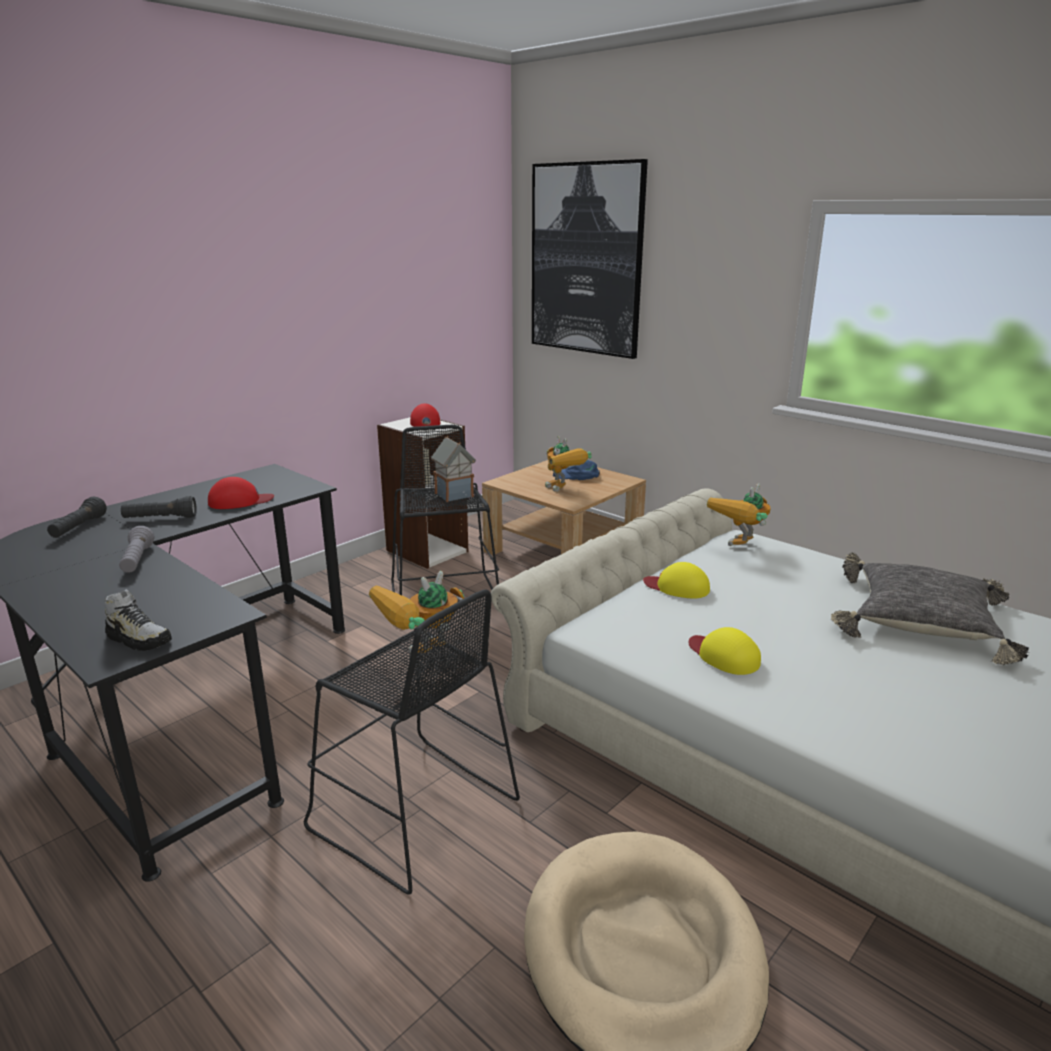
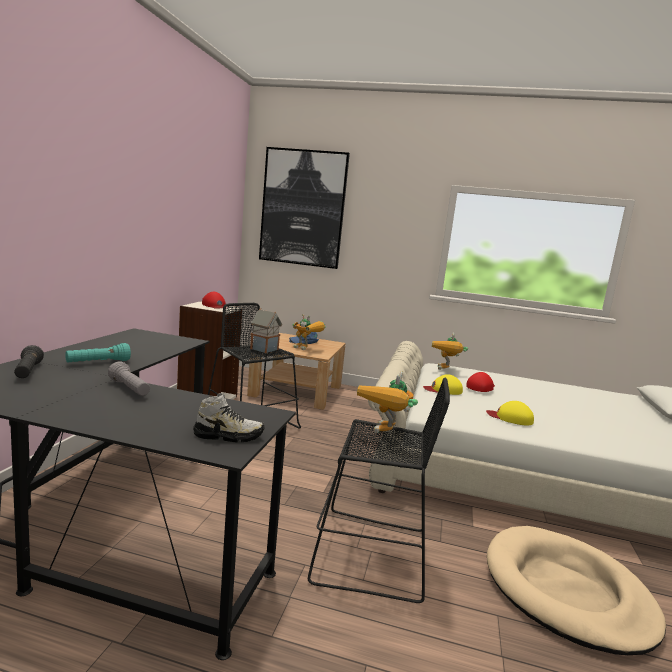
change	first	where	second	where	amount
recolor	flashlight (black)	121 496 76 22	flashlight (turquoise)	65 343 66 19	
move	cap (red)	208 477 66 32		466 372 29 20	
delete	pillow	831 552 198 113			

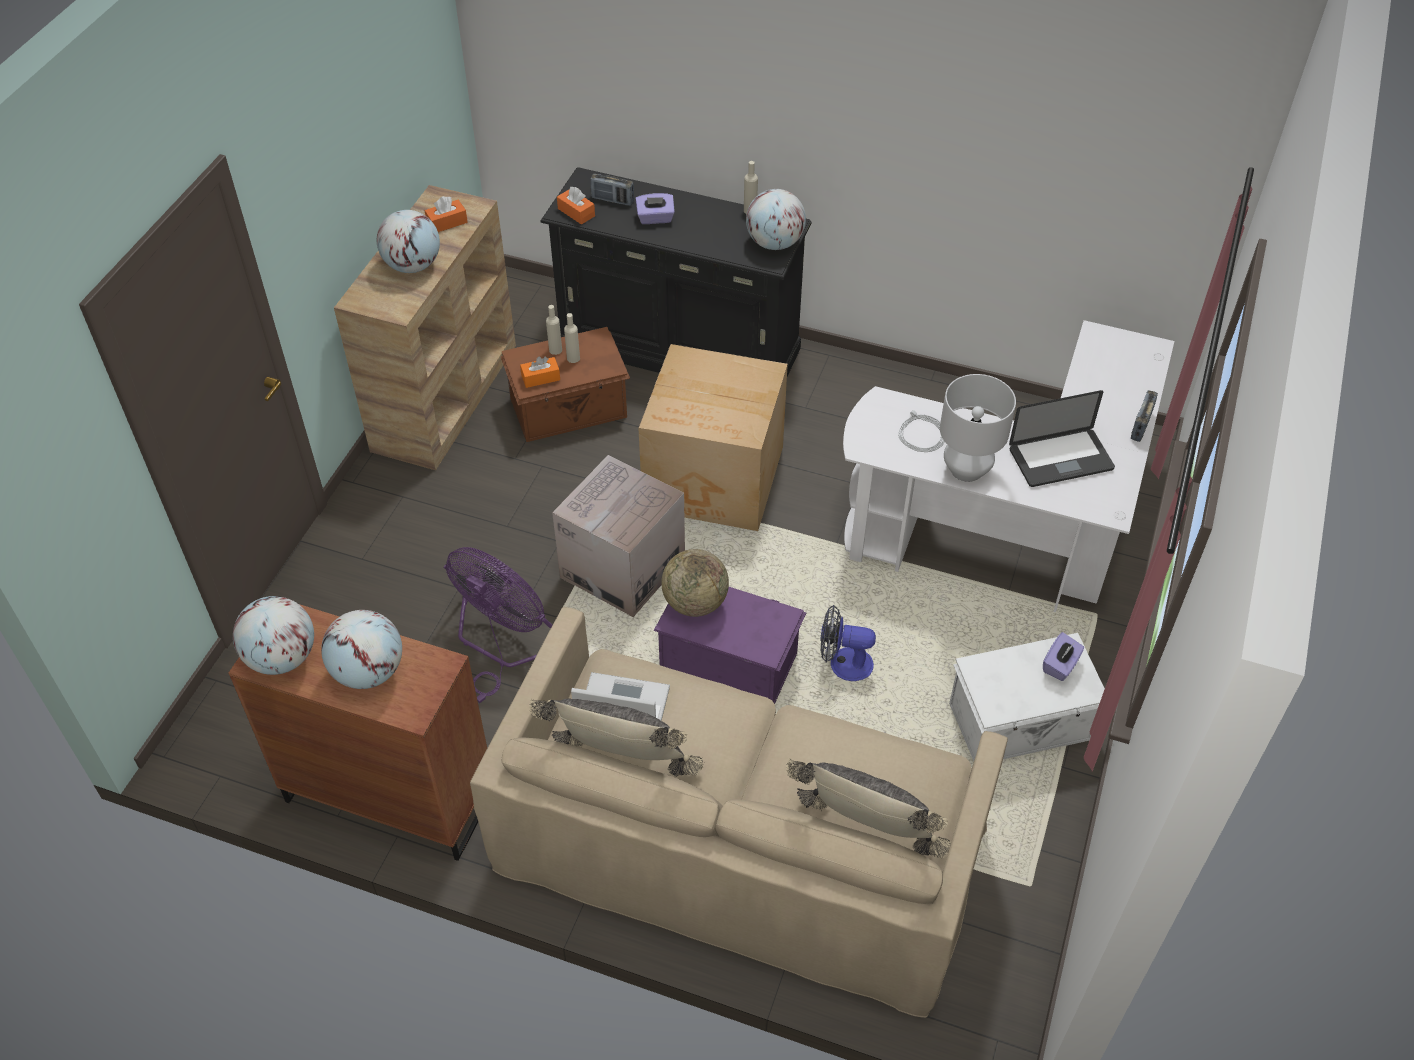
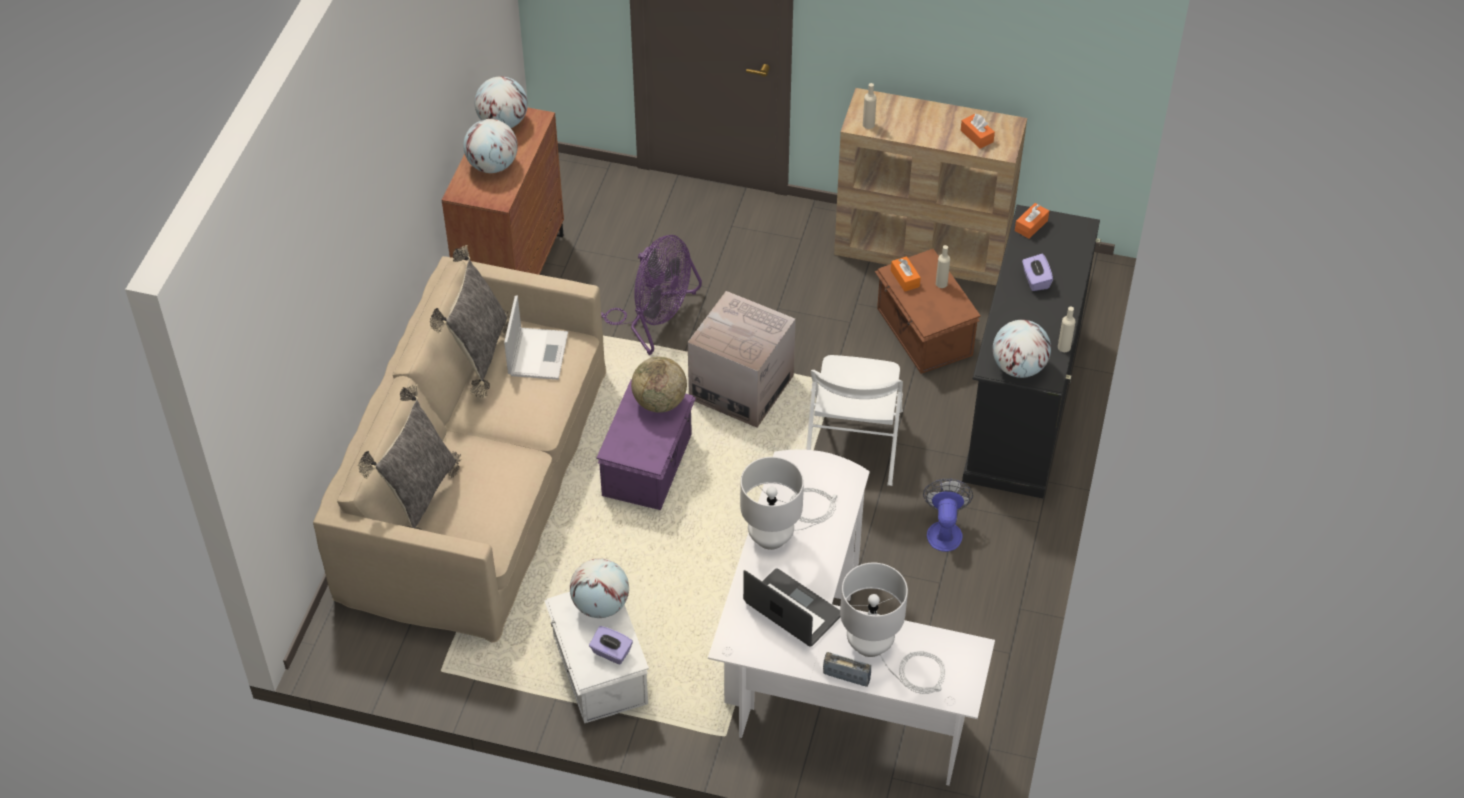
change	first	where	second	where	amount
move	globe	377 210 63 63		570 558 59 60	
move	bottle (beige)	564 313 16 50		863 83 14 46	
delete	radio	590 174 44 32			
replace	cardboard box	638 344 150 187	chair (white)	806 355 97 131	
move	fan	820 605 56 76		923 478 50 74	
rotate	laptop	1009 390 106 97		743 568 97 79	150 degrees clockwise
insert			table lamp (grey)	840 563 105 131	

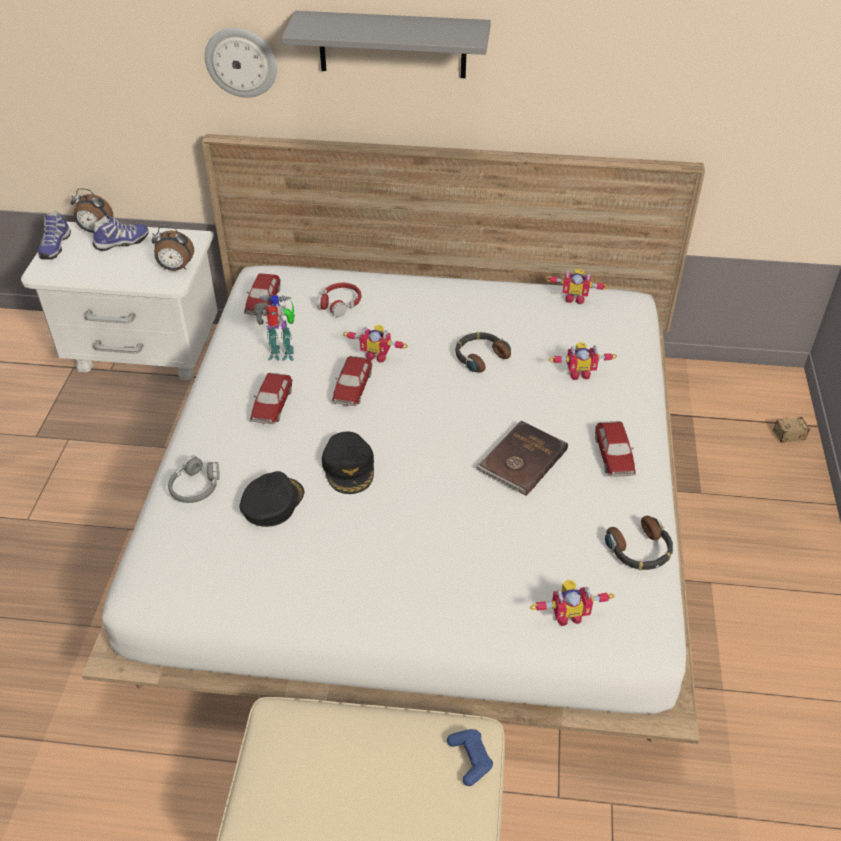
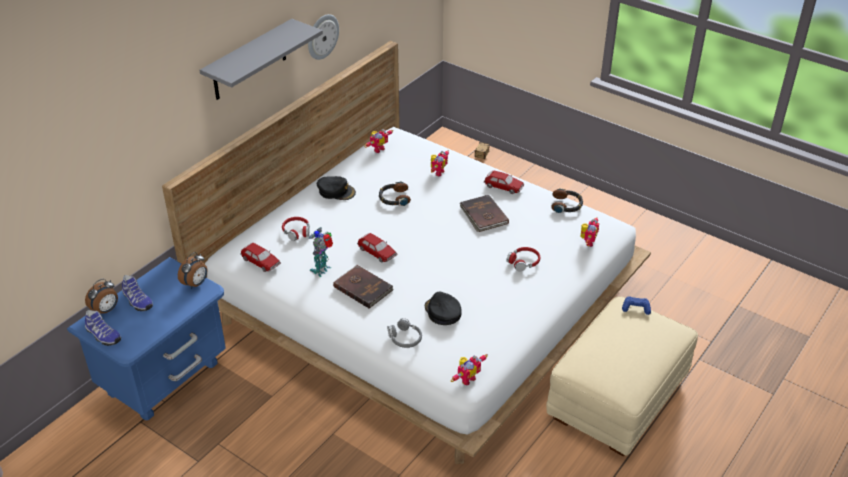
change	first	where	second	where	amount
recolor	nightstand (white)	21 222 197 158	nightstand (blue)	67 257 159 163	
rotate	shoe	93 215 56 36		122 275 31 36	135 degrees clockwise
move	wall clock	205 28 72 70		308 14 31 46	
replace	toy car	250 373 43 51	book (brown)	333 265 61 44	
move	cap (black)	322 432 52 62		317 176 39 24	
move	toy robot	343 325 65 38		451 354 37 32	
insert			headphones (red)	507 247 33 25	

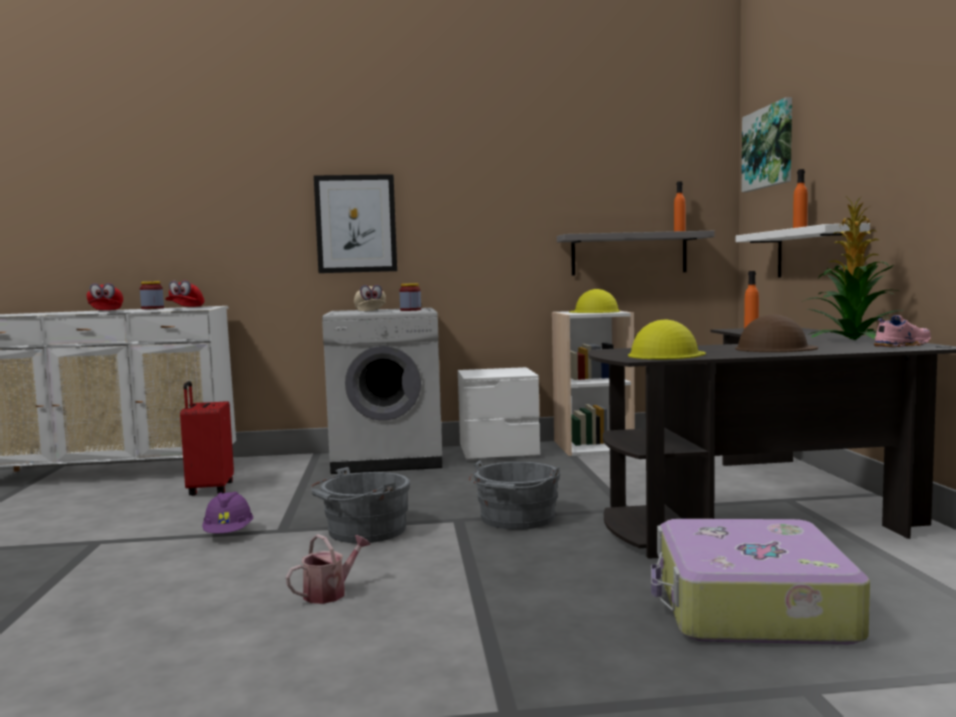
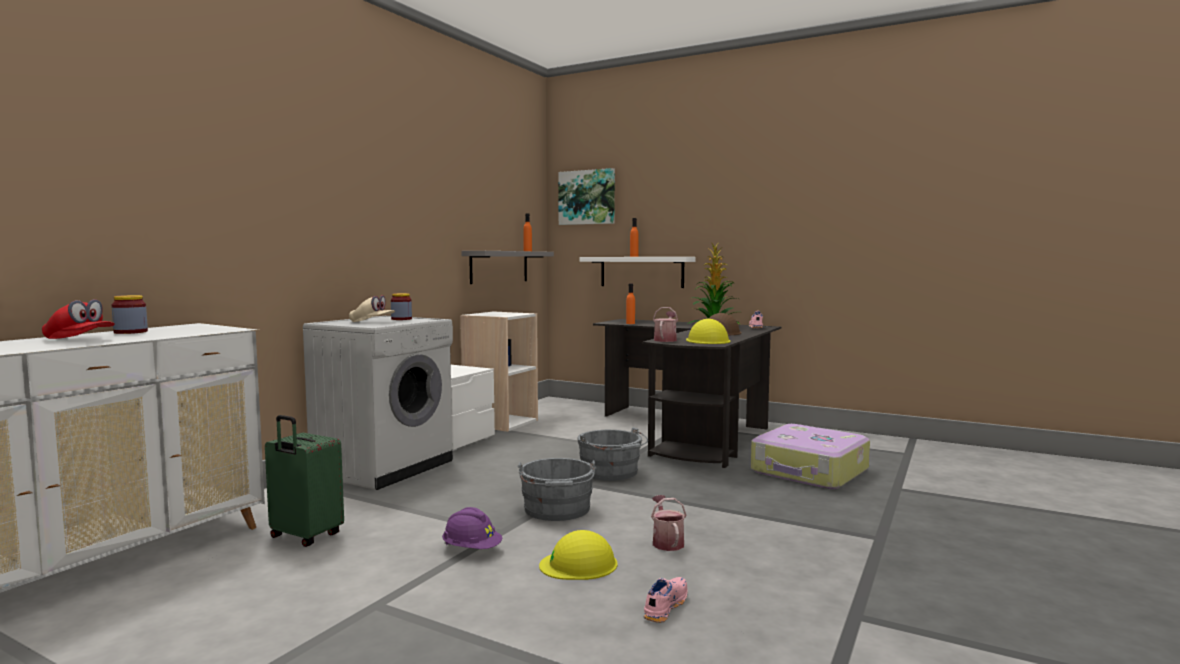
change	first	where	second	where	amount
delete	cap (red)	165 280 39 27			
recolor	suitcase (red)	180 381 54 115	suitcase (green)	265 415 79 132	
delete	picture	314 174 83 99			
move	hard hat (yellow)	569 289 51 24		539 530 79 50	
insert			shoe (pink)	643 577 45 46	
insert			watering can	653 307 25 35	

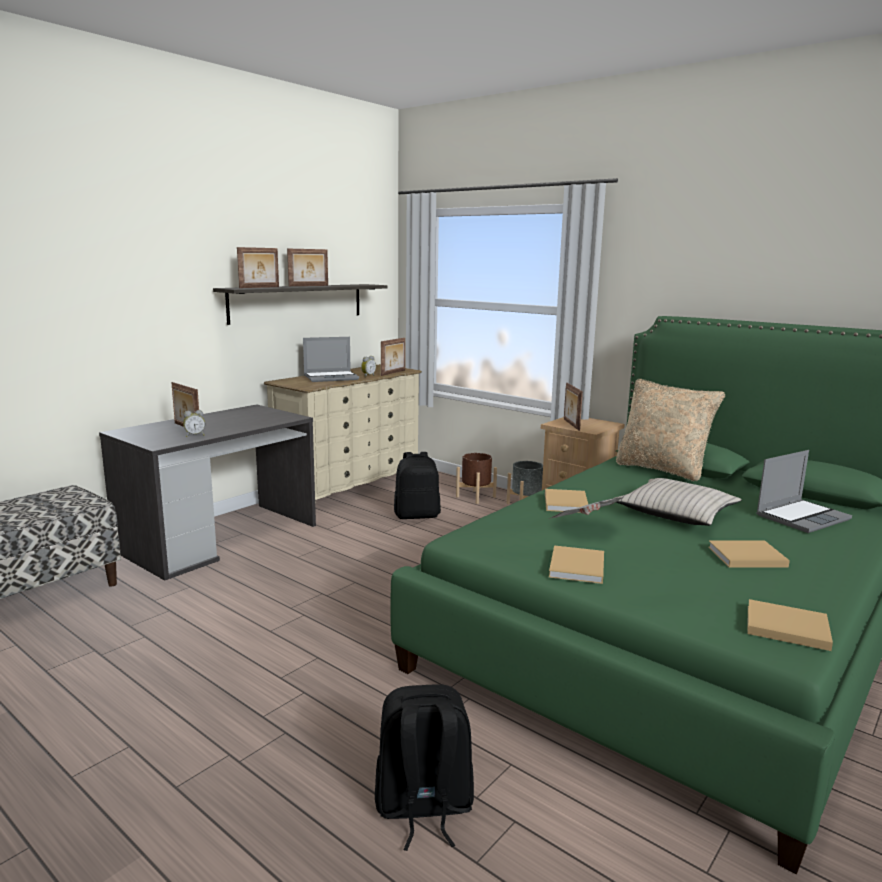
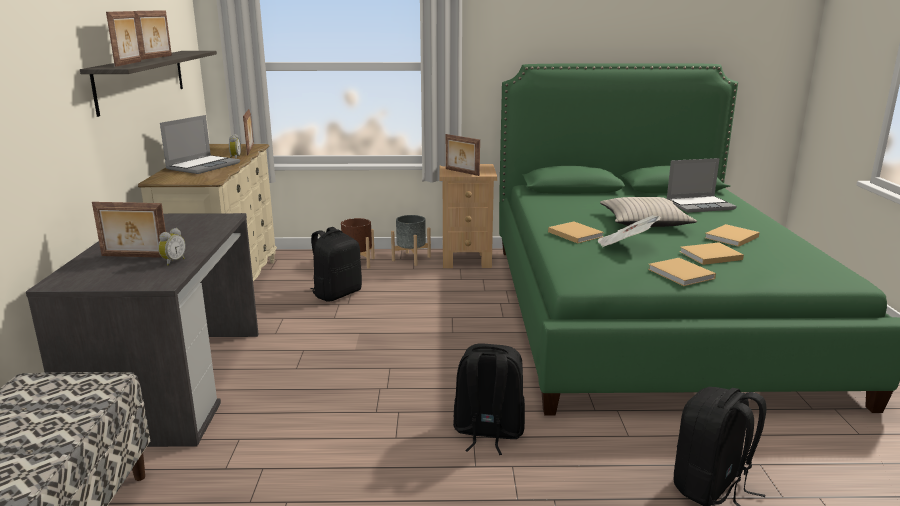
change	first	where	second	where	amount
delete	pillow (beige)	616 379 109 103			
move	book (beige)	747 599 86 52		680 242 64 23	
rotate	laptop	756 450 96 83		667 158 70 55	60 degrees clockwise
insert			backpack (black)	453 344 72 111	

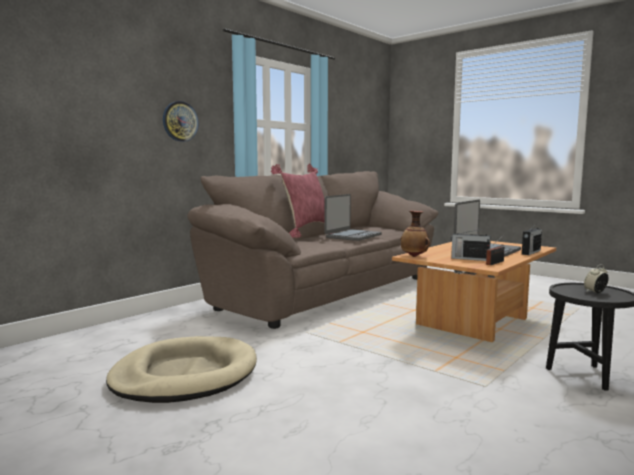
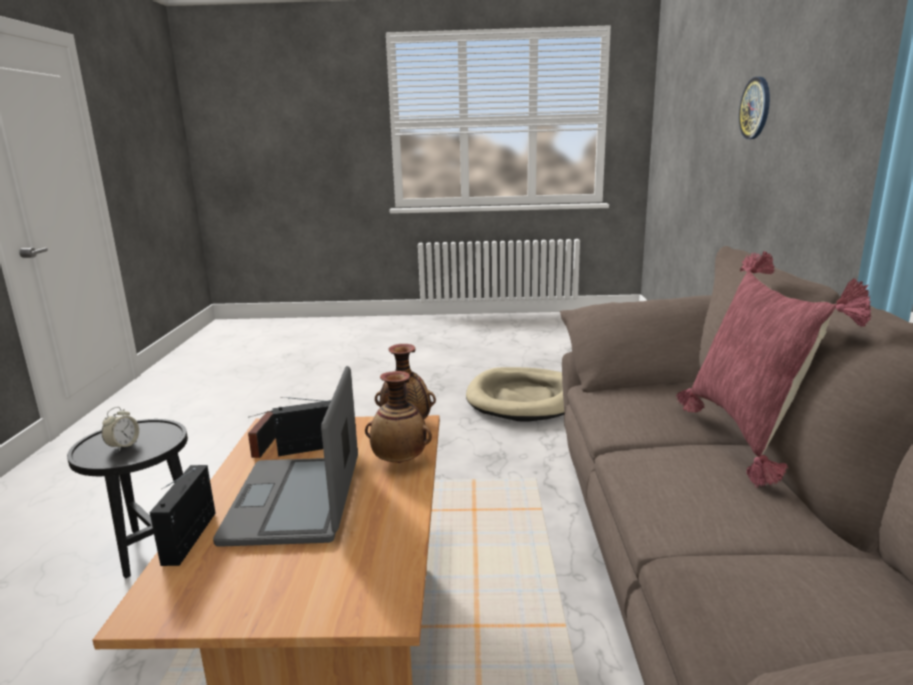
change	first	where	second	where	amount
move	wall clock	163 101 36 41		739 77 31 62	
delete	laptop	325 194 57 47			
insert			vase	365 371 67 92	

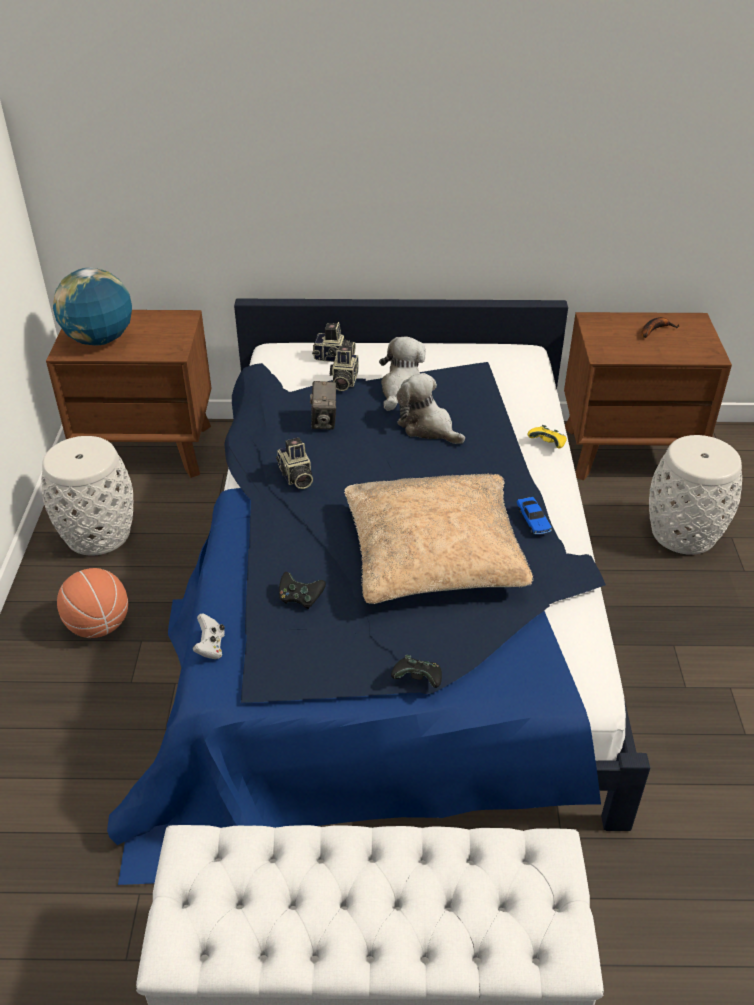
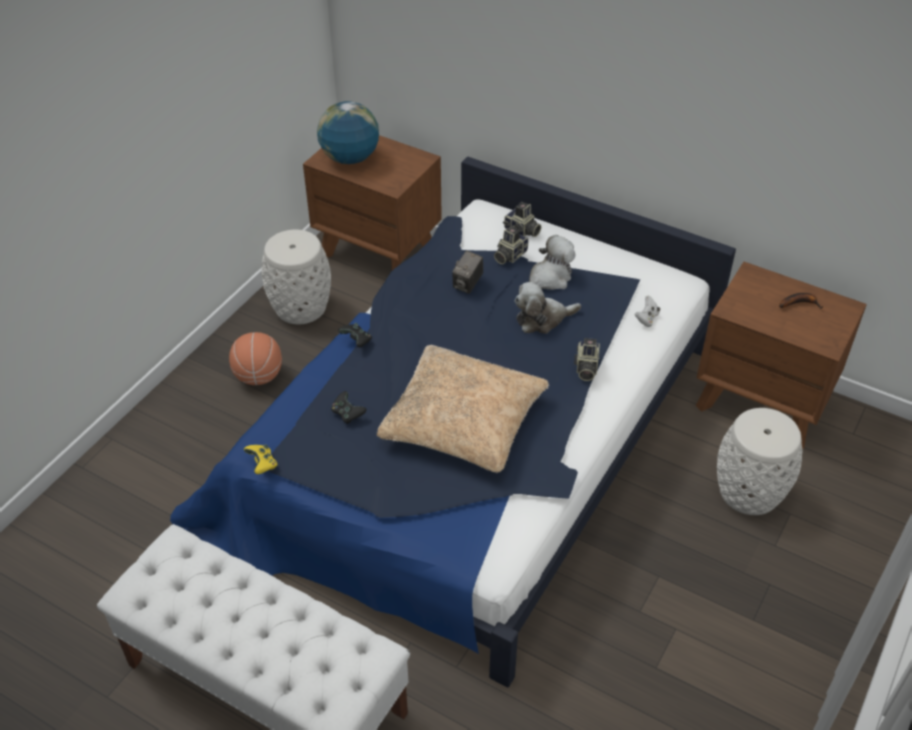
change	first	where	second	where	amount
move	game controller (white)	192 614 33 45		635 296 25 31	
move	photo camera	276 438 37 51		574 338 26 43	
move	game controller (black)	391 655 51 33		338 323 34 24	
rotate	plush toy	397 373 68 71		515 282 66 52	90 degrees counterclockwise
delete	toy car	517 497 35 38			
move	game controller (yellow)	528 425 39 24		244 445 33 29	

